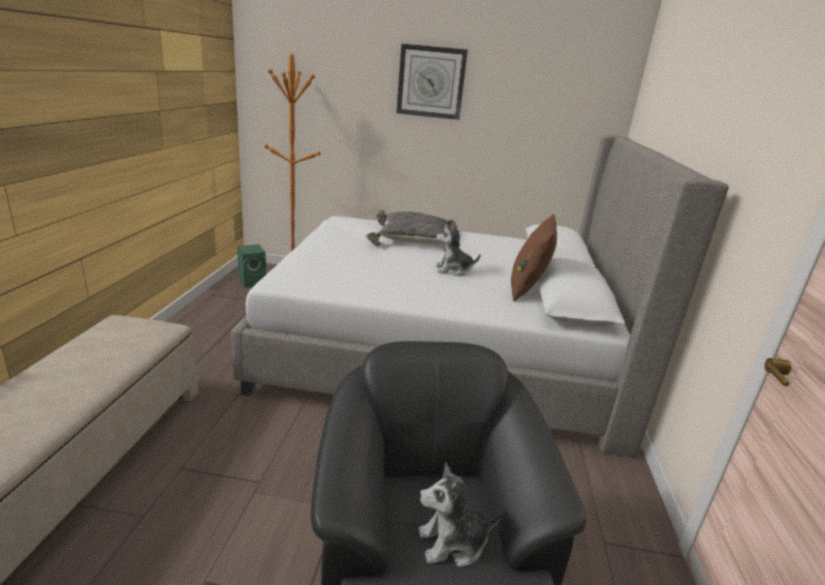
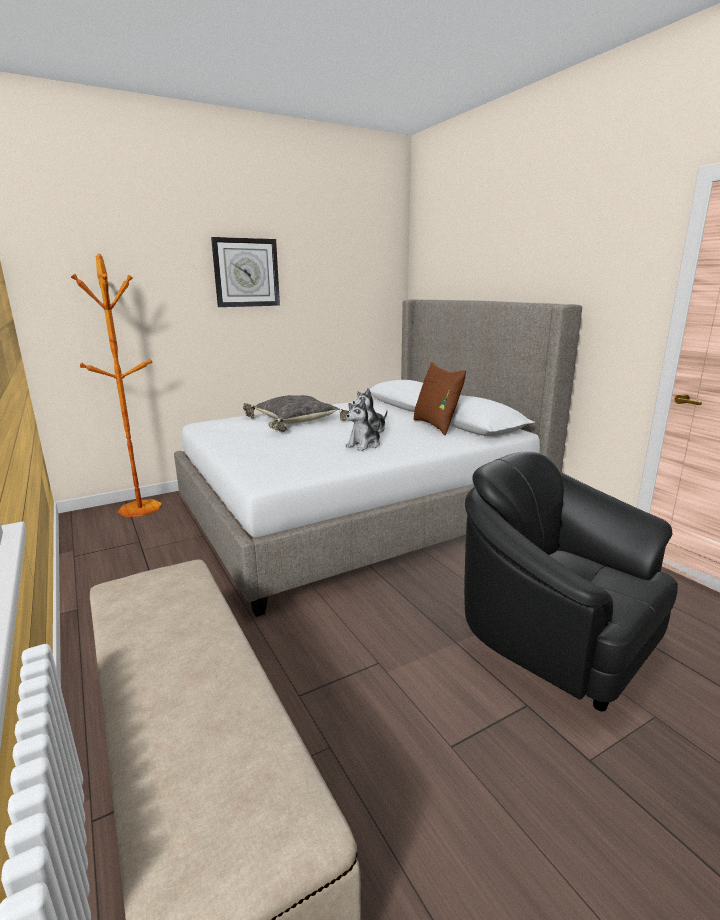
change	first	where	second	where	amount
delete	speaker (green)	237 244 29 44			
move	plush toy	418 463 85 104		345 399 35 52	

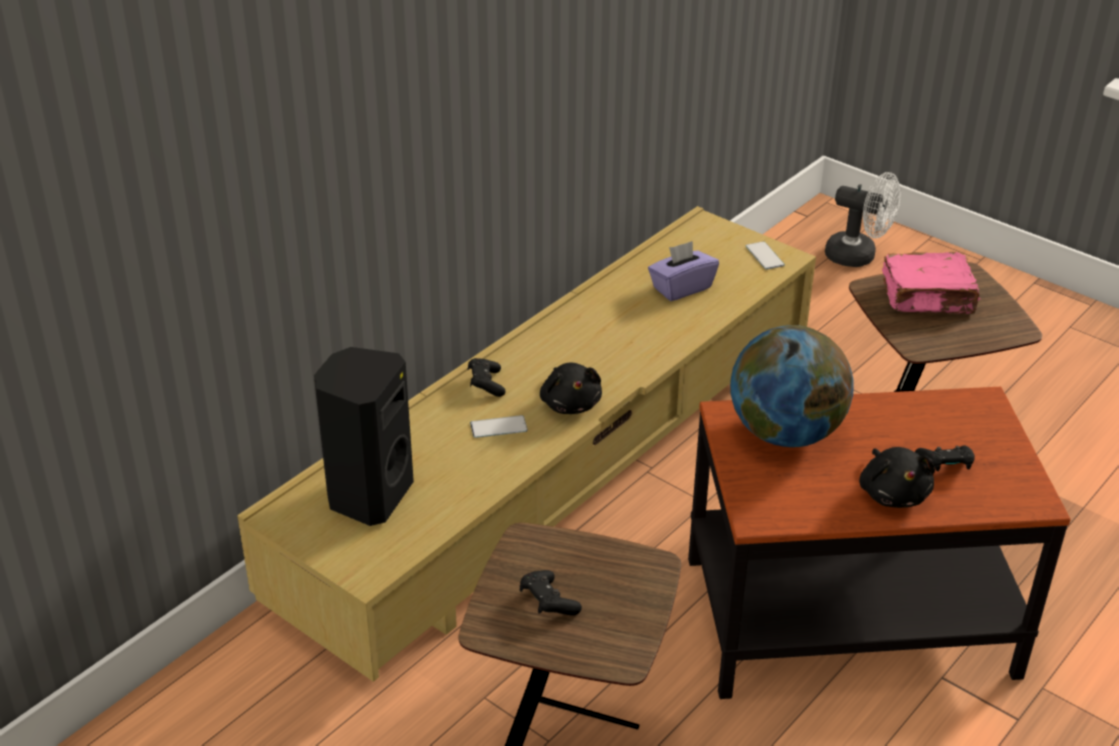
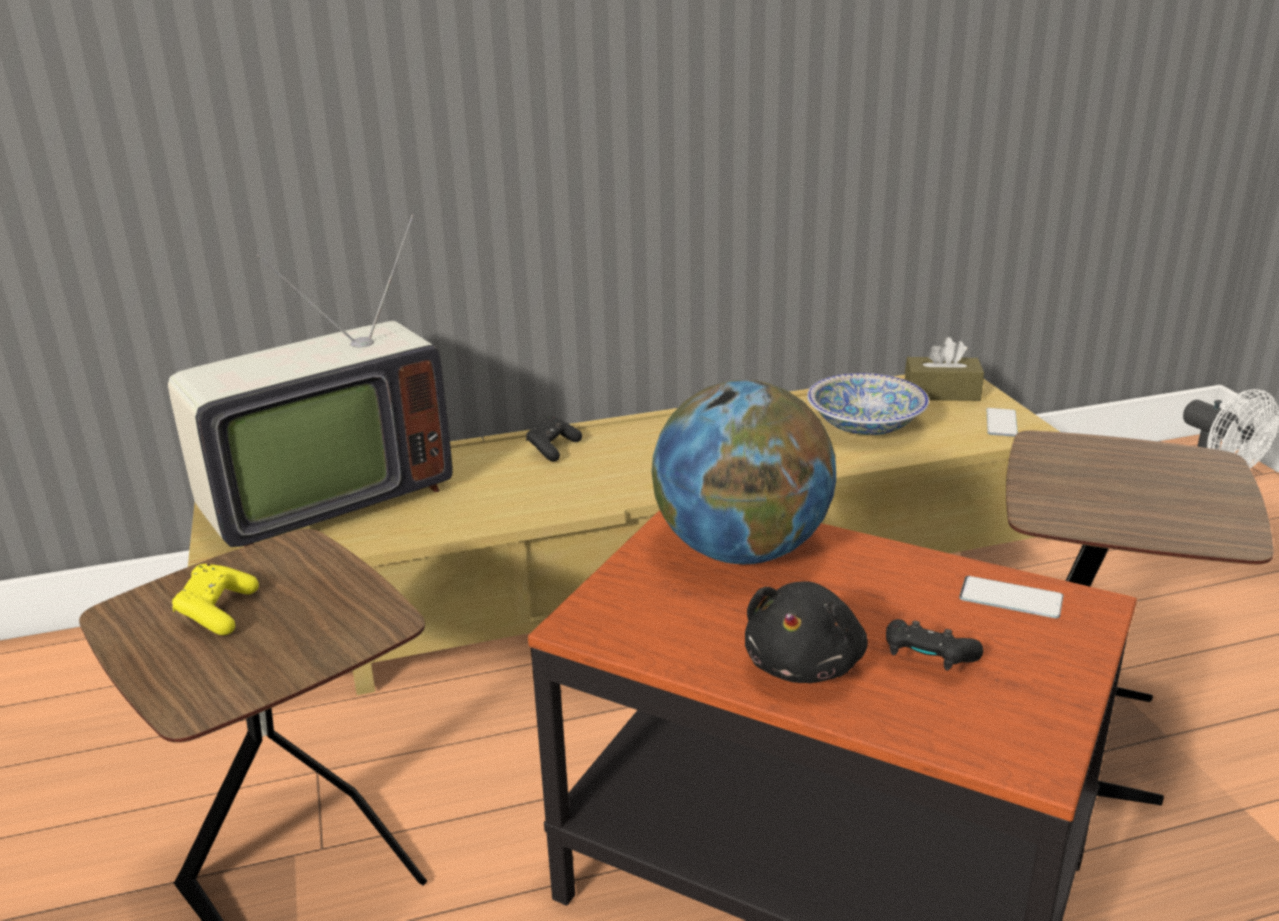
change	first	where	second	where	amount
replace	speaker (black)	314 347 100 179	television	168 214 285 333	
move	phone	470 415 58 23		959 576 105 42	
recolor	game controller (black)	520 570 62 46	game controller (yellow)	172 564 87 71	
delete	plush toy (black)	540 363 62 51			
replace	tissue box (purple)	648 241 71 60	bowl	807 373 122 62	
delete	book (pink)	882 252 99 62			
insert			tissue box (brown)	905 337 79 64	

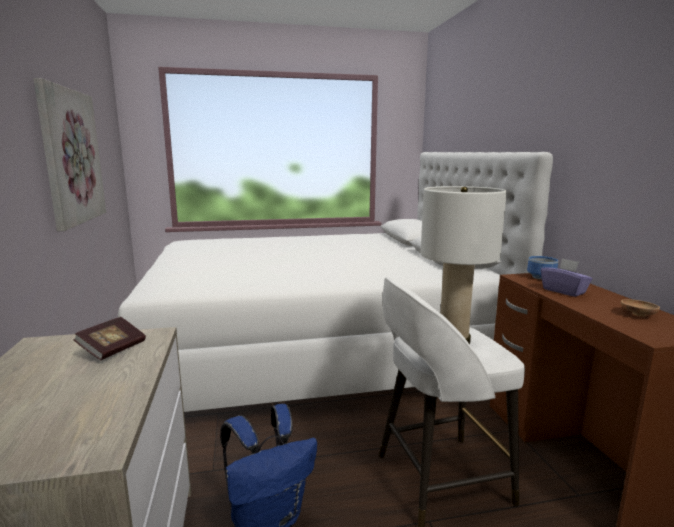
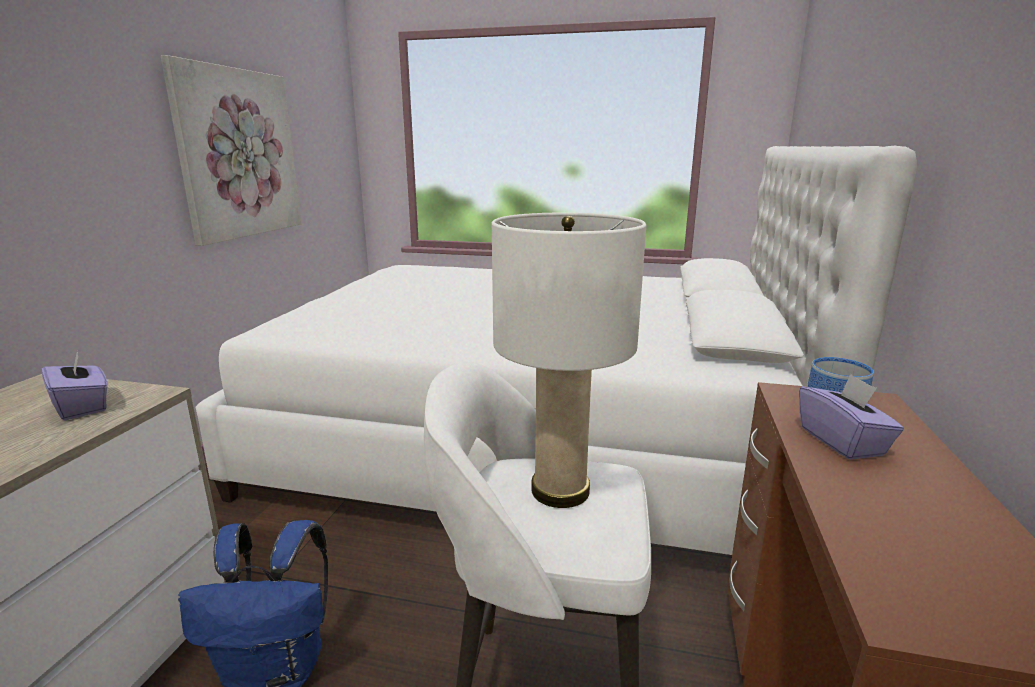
change	first	where	second	where	amount
replace	book	73 317 73 43	tissue box (purple)	42 349 65 71	
delete	bowl (brown)	621 299 39 18			

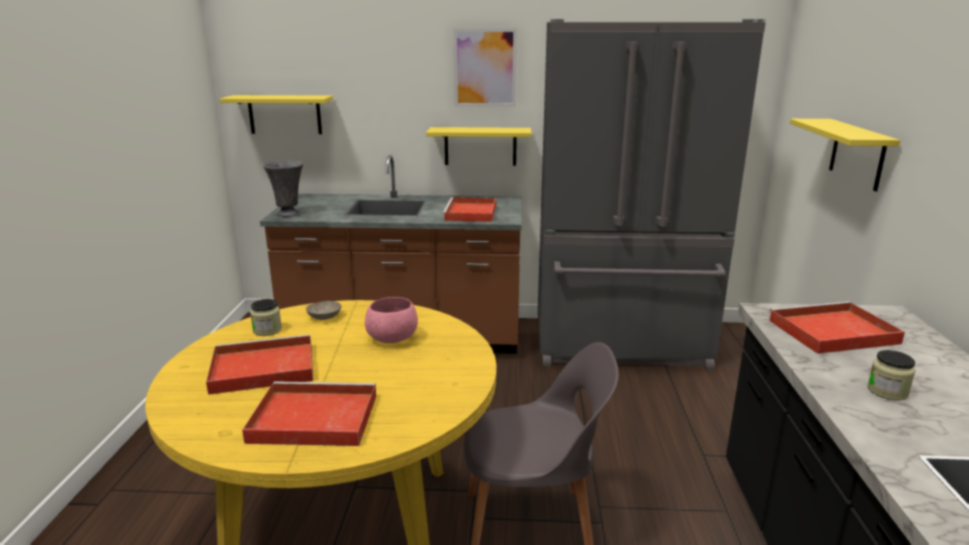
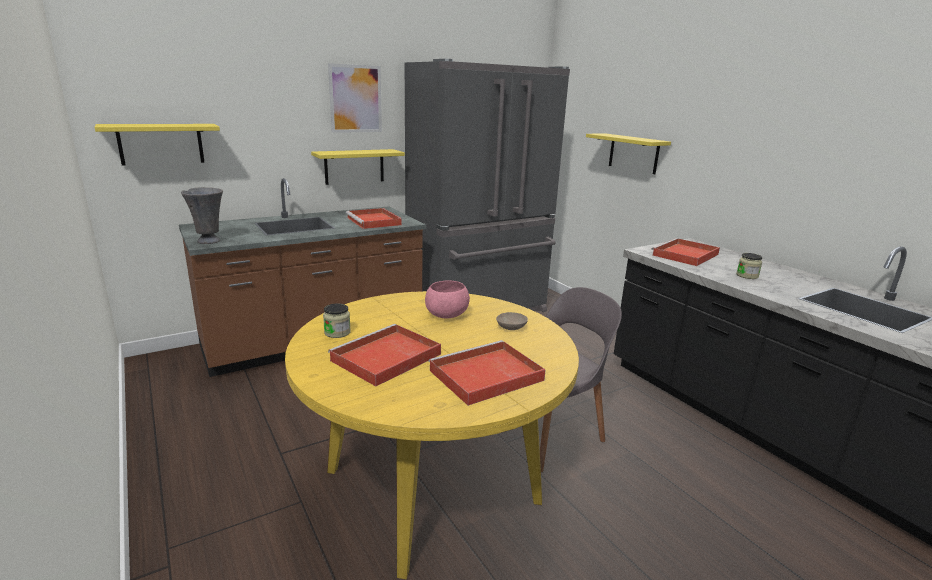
change	first	where	second	where	amount
move	bowl (beige)	306 301 35 19		496 312 32 18	

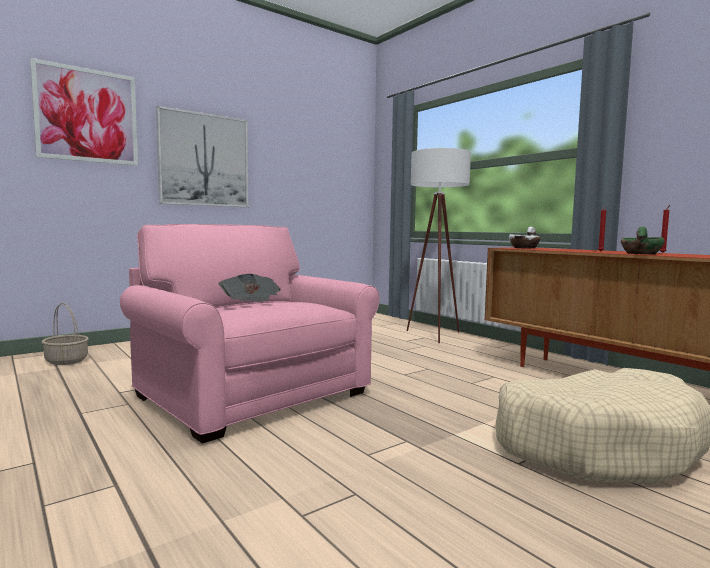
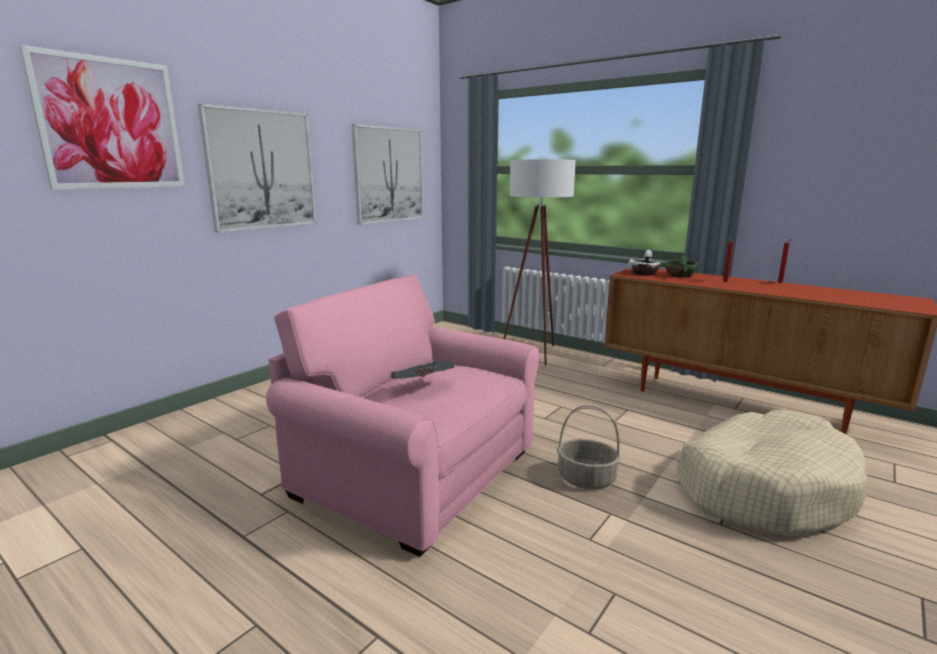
change	first	where	second	where	amount
move	basket	42 303 47 62		557 405 64 84	
move	bowl (green)	621 227 44 27		665 255 33 22	
insert			picture	351 124 73 101	

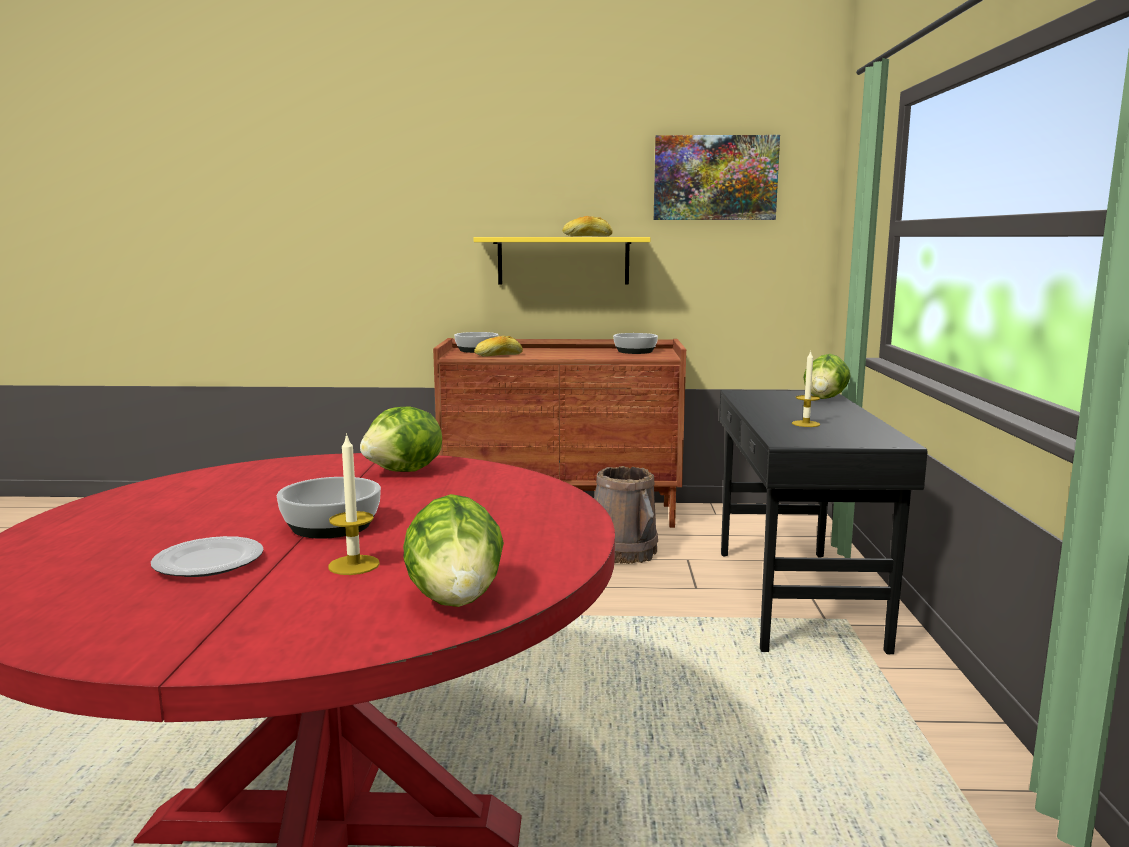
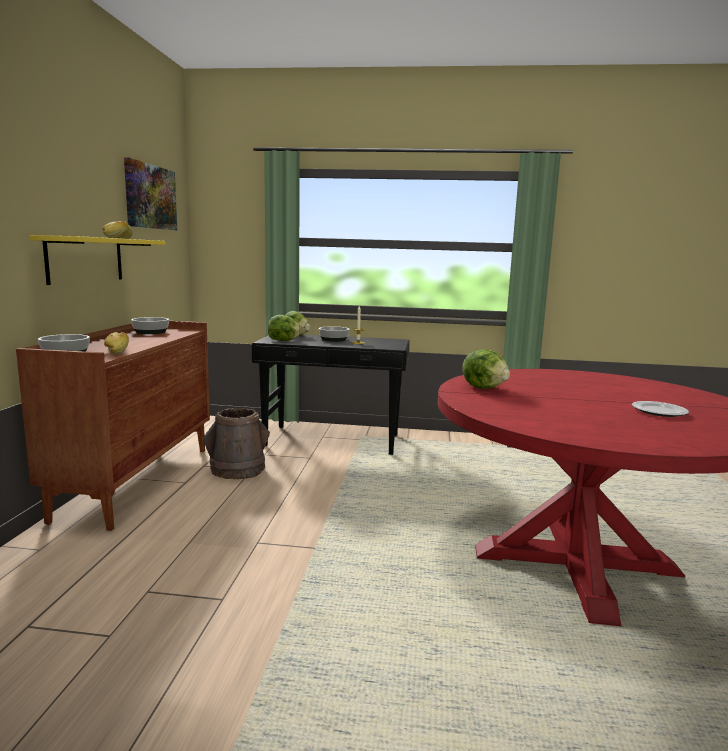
change	first	where	second	where	amount
move	bowl	277 477 104 62		319 326 31 16	
delete	candle	328 433 52 142			
move	lettuce	403 494 101 113		268 315 33 26	

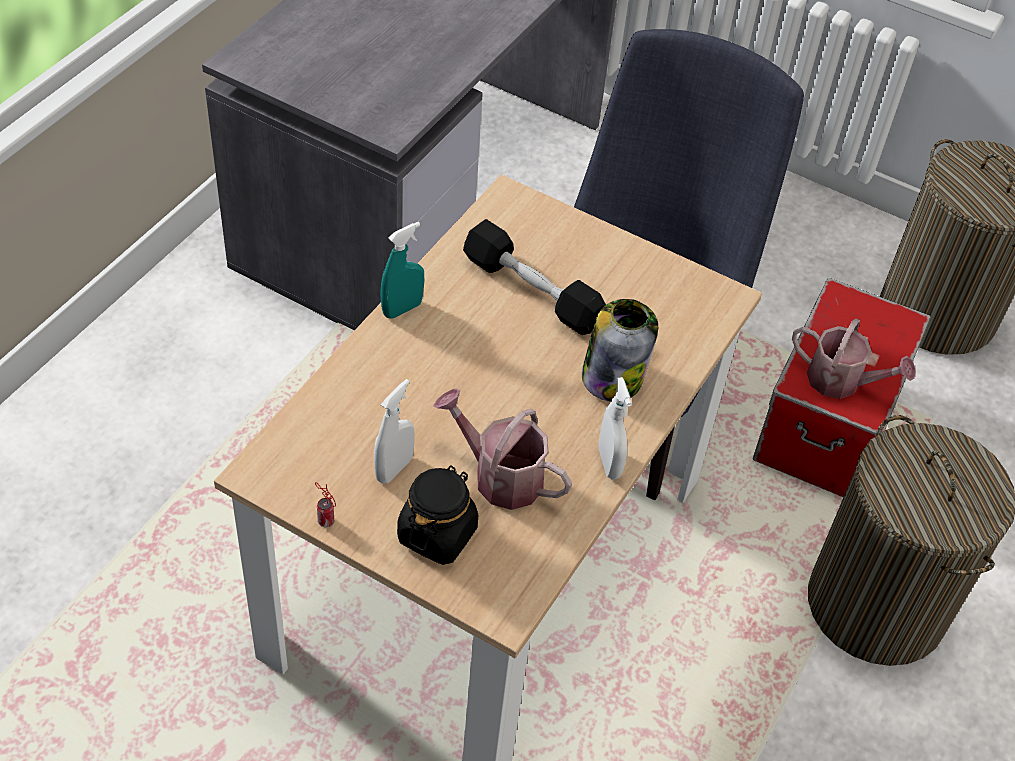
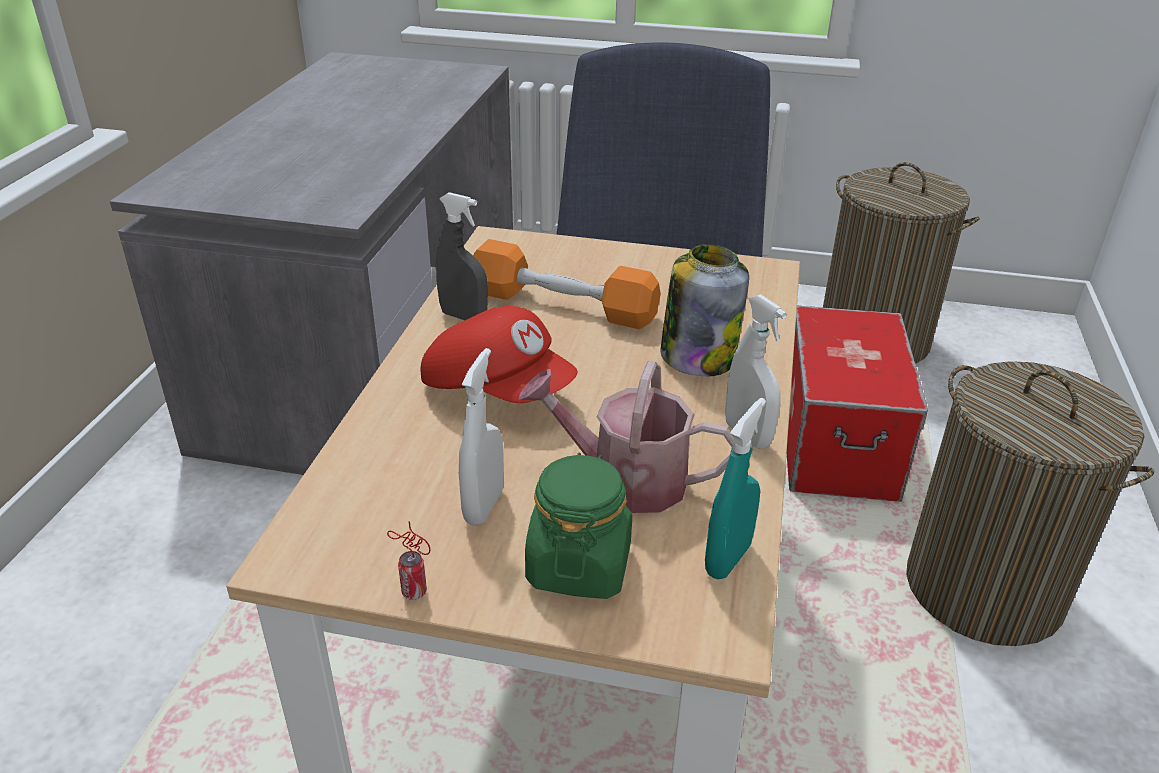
change	first	where	second	where	amount
move	spray bottle (turquoise)	380 222 44 97		705 398 61 181	
recolor	jar (black)	397 465 81 100	jar (green)	525 452 107 147	
recolor	dumbbell (black)	463 219 143 116	dumbbell (orange)	473 239 188 90	
delete	watering can	792 318 124 81			
insert			cap (red)	421 306 157 97	
insert			spray bottle (grey)	436 192 52 128	

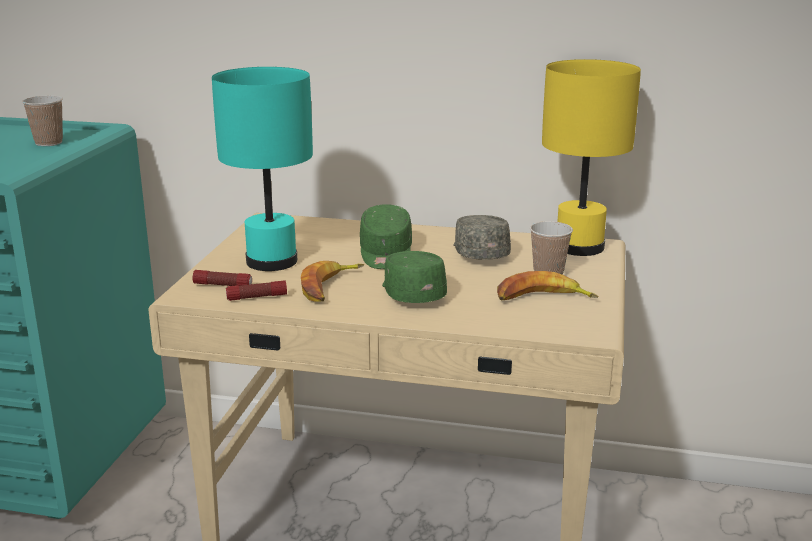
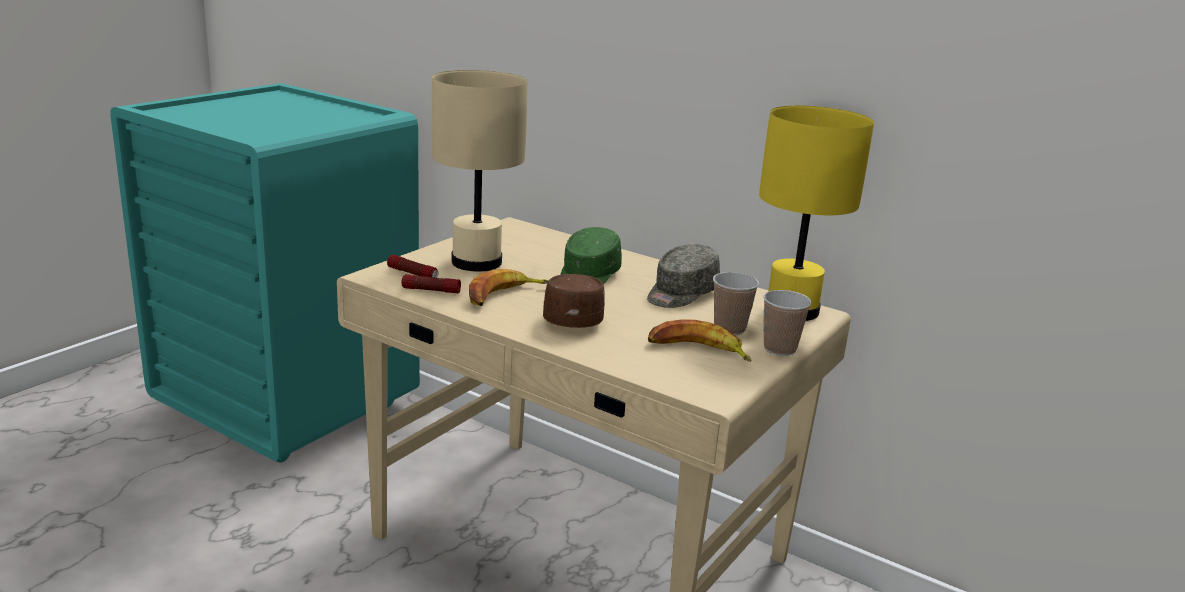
change	first	where	second	where	amount
move	cup	22 96 41 50		763 290 49 66	
recolor	table lamp (turquoise)	212 67 101 204	table lamp (beige)	432 70 96 202	
recolor	cap (green)	382 251 65 52	cap (brown)	543 274 62 54	
rotate	cap (grey)	453 215 58 45		647 244 73 64	150 degrees counterclockwise

